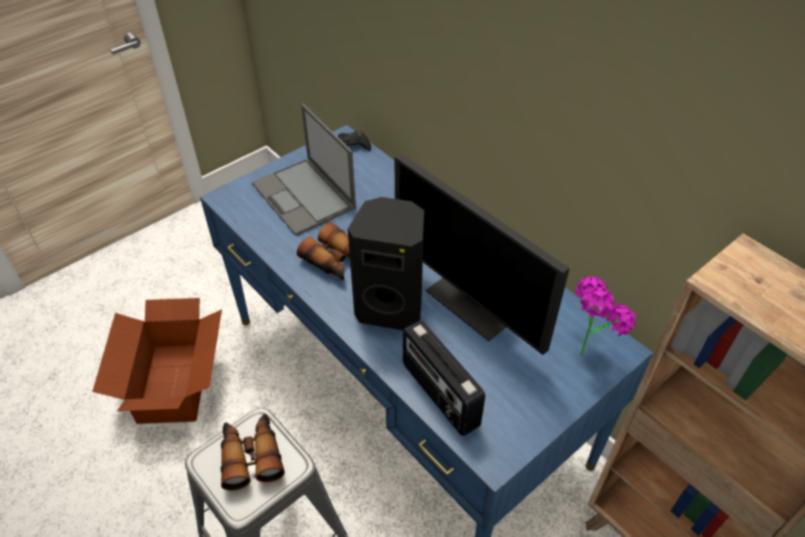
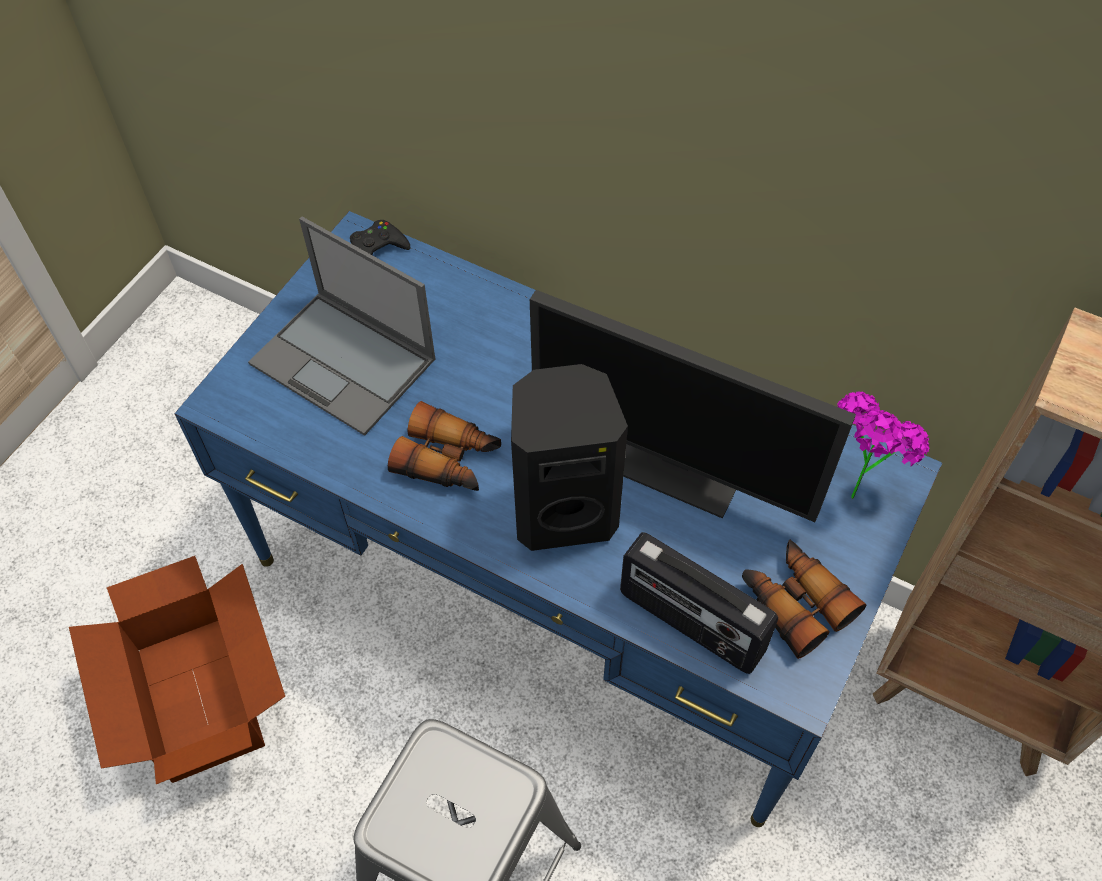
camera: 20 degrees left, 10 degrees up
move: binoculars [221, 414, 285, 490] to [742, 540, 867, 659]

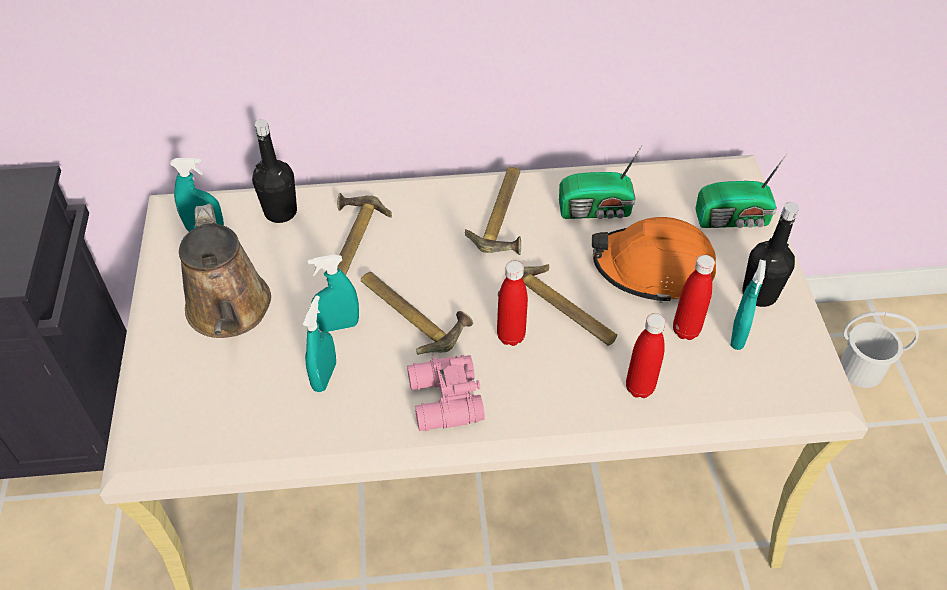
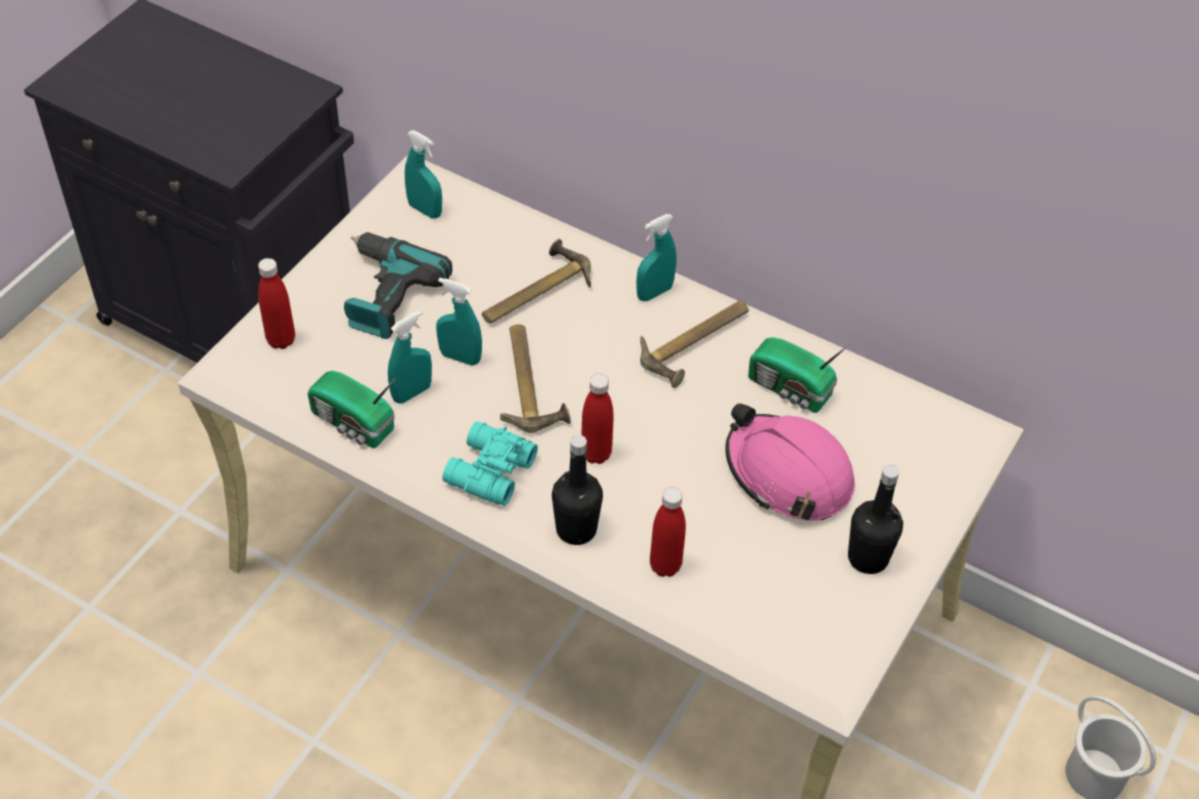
camera: 35 degrees right, 0 degrees up
delete: hammer [498, 264, 618, 346]
move: bottle (black) [252, 119, 297, 223] to [552, 435, 603, 545]; bottle (red) [673, 255, 715, 340] to [258, 258, 295, 349]; radio [695, 154, 787, 228] to [308, 371, 396, 448]; spray bottle (turquoise) [730, 260, 766, 350] to [636, 214, 676, 301]
replace: watering can (brown) [179, 203, 271, 338] to power drill [344, 232, 452, 339]
recolor: binoculars (pink) [407, 355, 485, 431] to binoculars (turquoise) [442, 421, 538, 506]; hard hat (orange) [592, 217, 716, 303] to hard hat (pink) [725, 403, 855, 521]

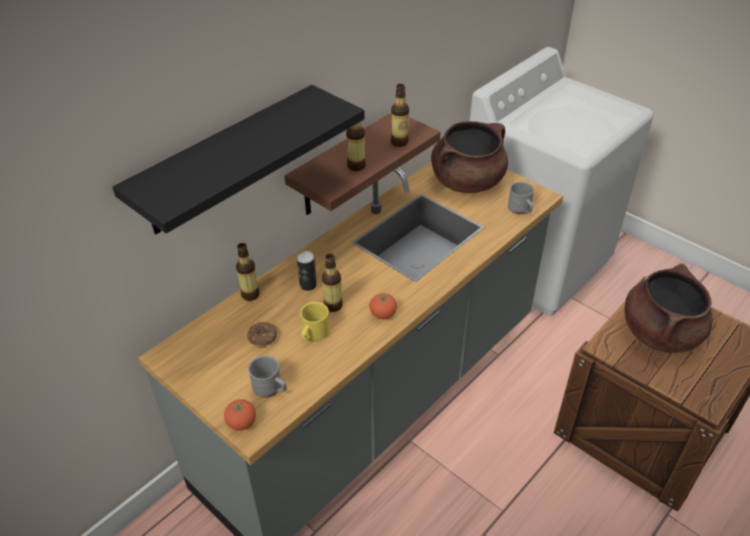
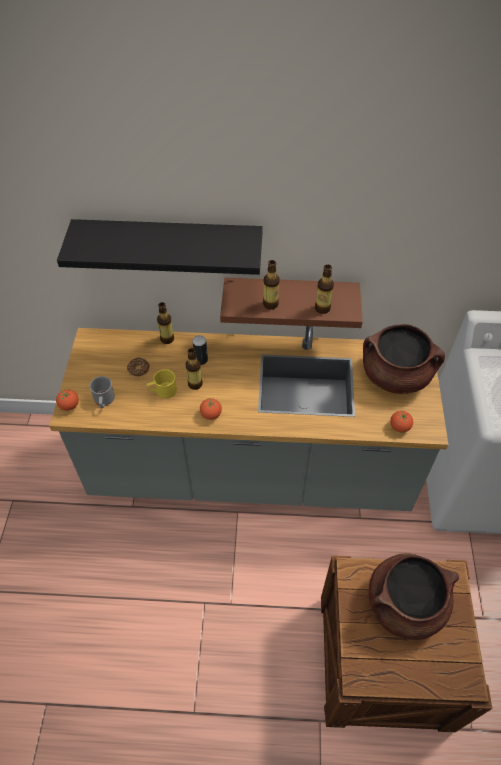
camera: 50 degrees right, 10 degrees up
replace: mug (grey) [508, 182, 534, 214] to tomato [390, 411, 413, 433]

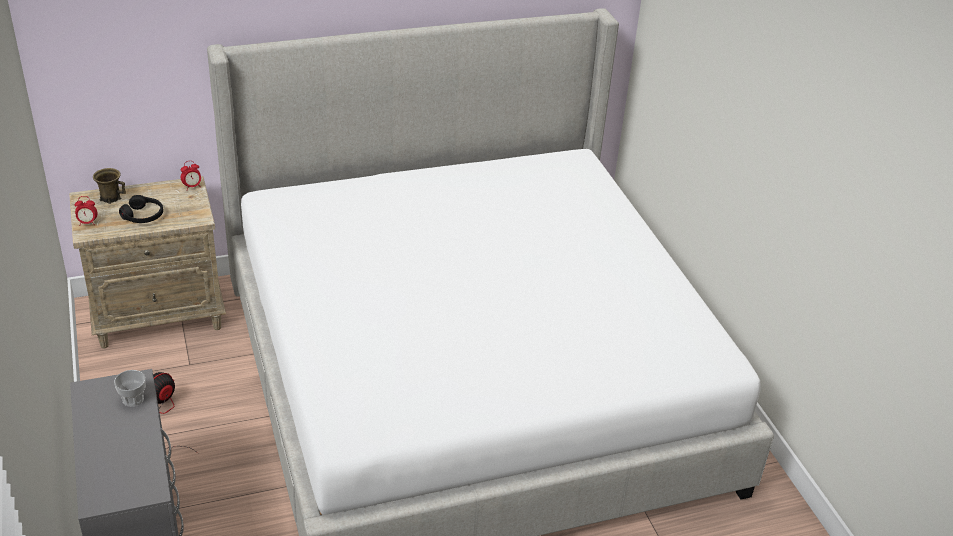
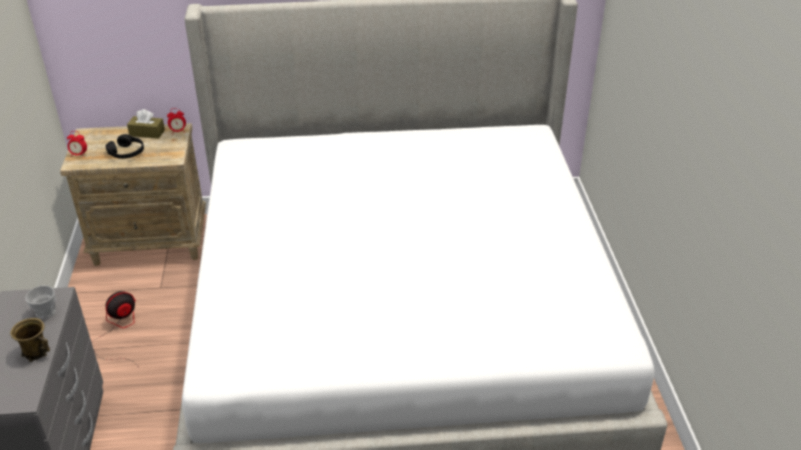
camera: 15 degrees right, 0 degrees up
insert: tissue box (brown) [127, 109, 165, 139]
move: mug (brown) [93, 168, 126, 204] to [10, 318, 50, 362]

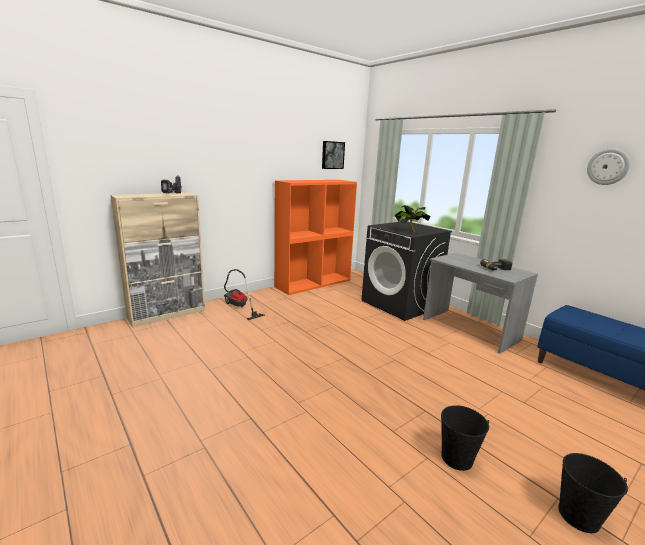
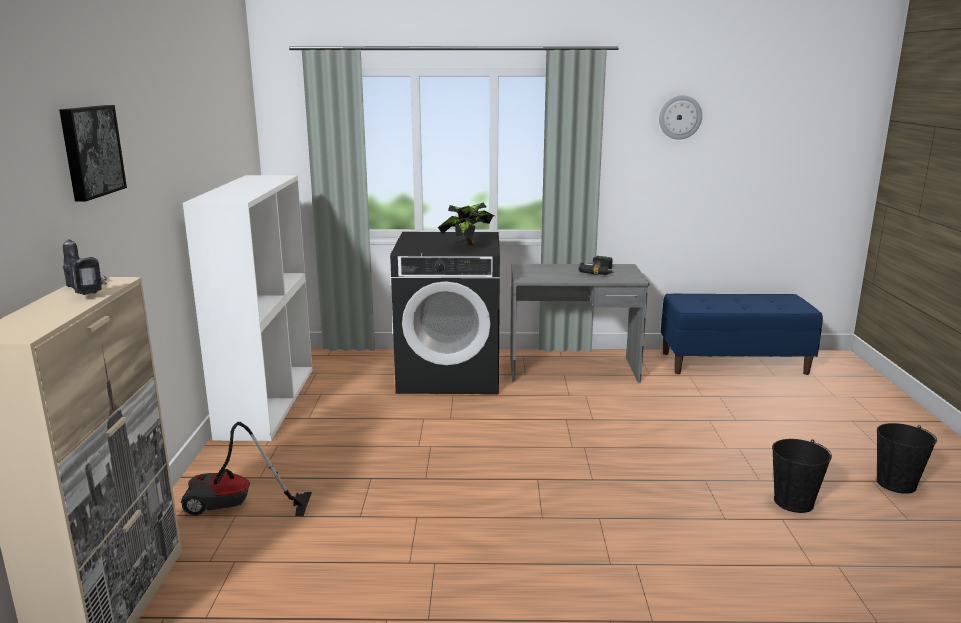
camera: 50 degrees left, 0 degrees up
move: picture [322, 141, 345, 169] to [59, 105, 127, 202]
recolor: bookcase (orange) [274, 180, 357, 295] to bookcase (white) [183, 175, 312, 441]

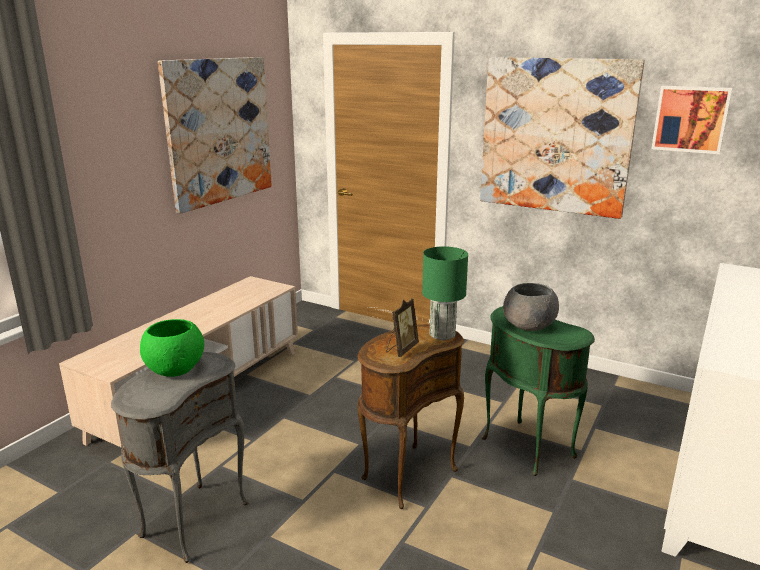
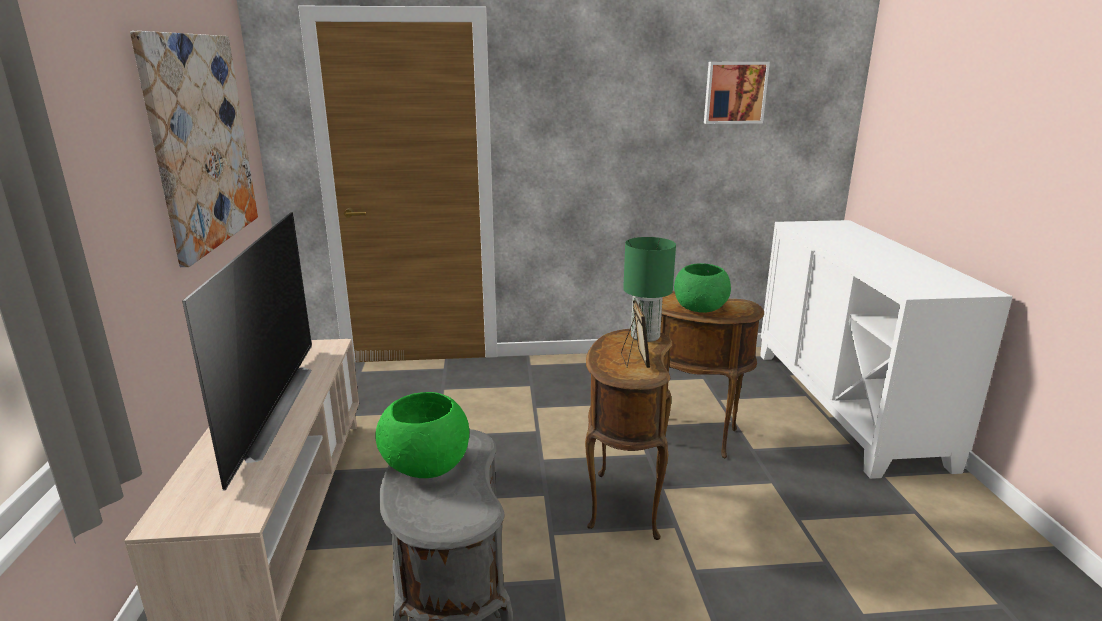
camera: 35 degrees left, 0 degrees up
delete: picture [480, 57, 645, 219]
insert: television [182, 212, 312, 491]
recolor: side table (green) [482, 306, 595, 476] to side table (brown) [660, 291, 764, 458]; bowl (grey) [503, 283, 559, 331] to bowl (green) [674, 263, 731, 313]

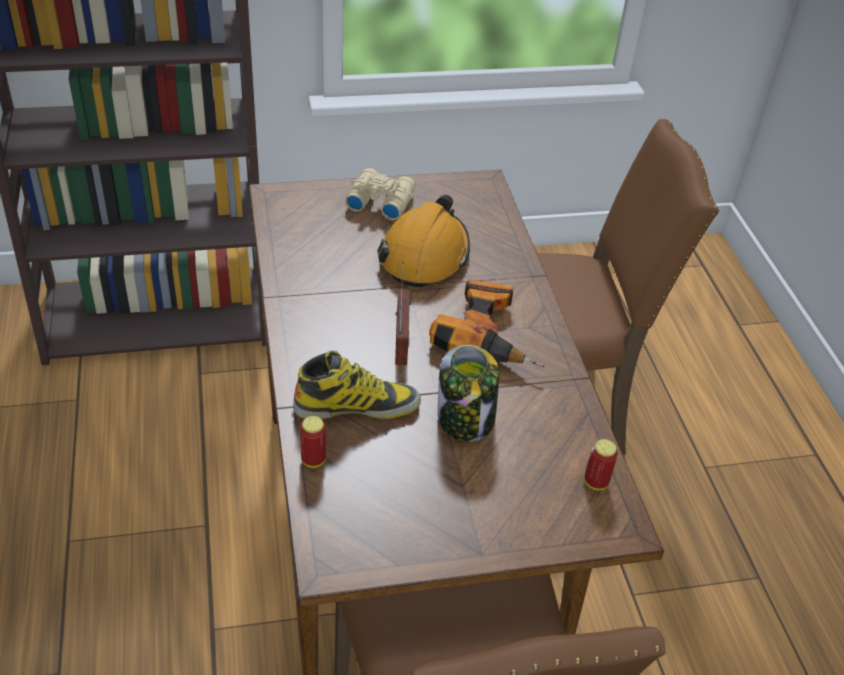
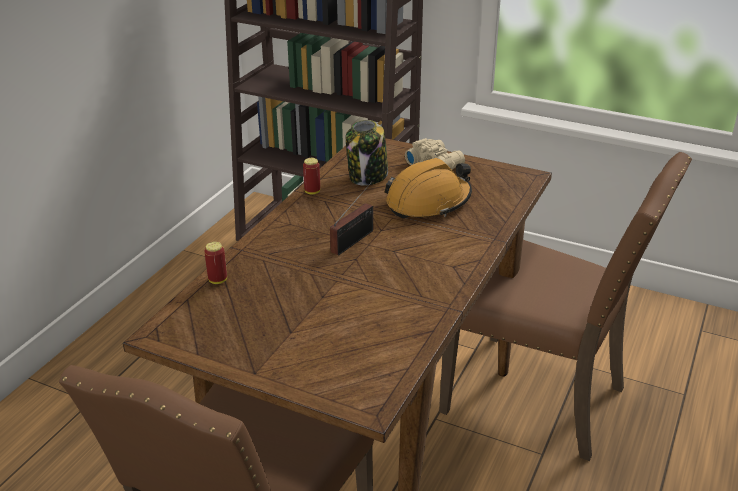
camera: 40 degrees right, 10 degrees down
delete: boot [293, 351, 421, 419]; power drill [429, 280, 545, 367]
move: jar [438, 345, 499, 442] to [346, 120, 388, 186]; can [584, 439, 618, 490] to [303, 158, 320, 194]

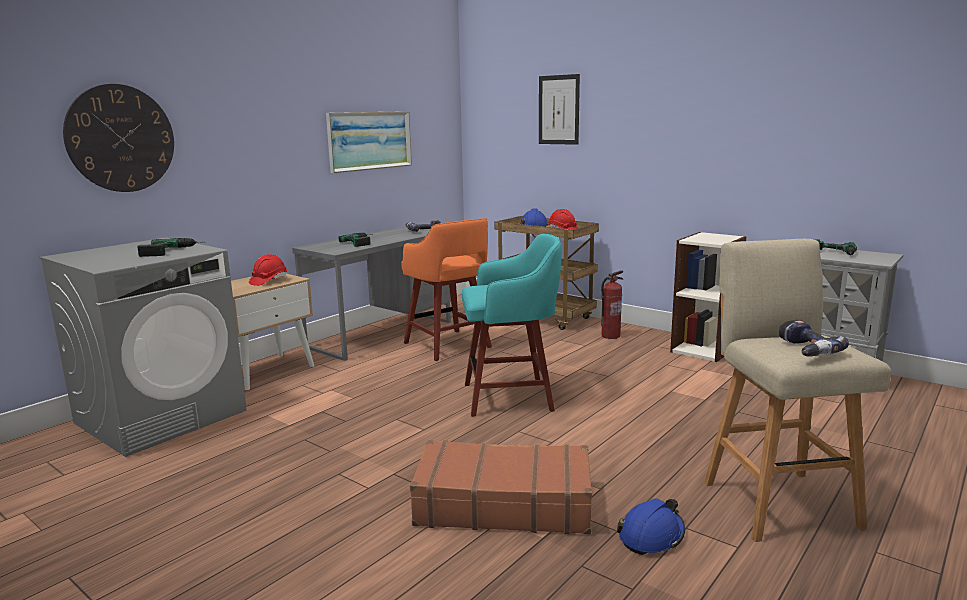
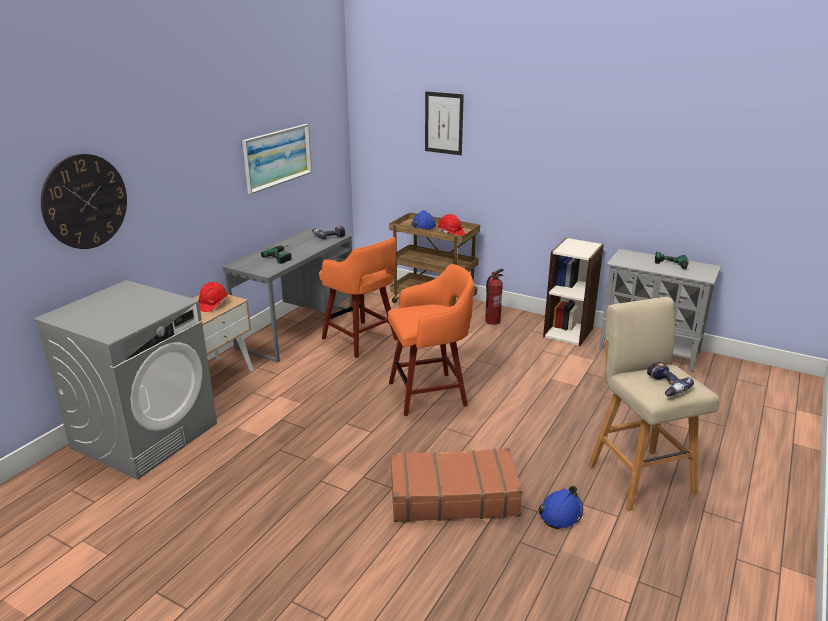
camera: 10 degrees left, 10 degrees up
delete: power drill [137, 238, 201, 257]
recolor: stool (turquoise) [462, 234, 562, 417] to stool (orange) [388, 264, 474, 416]

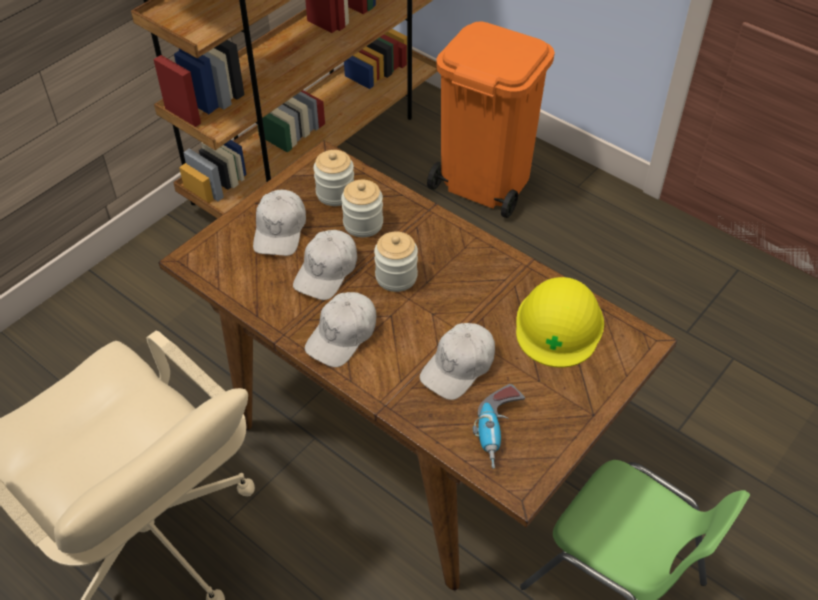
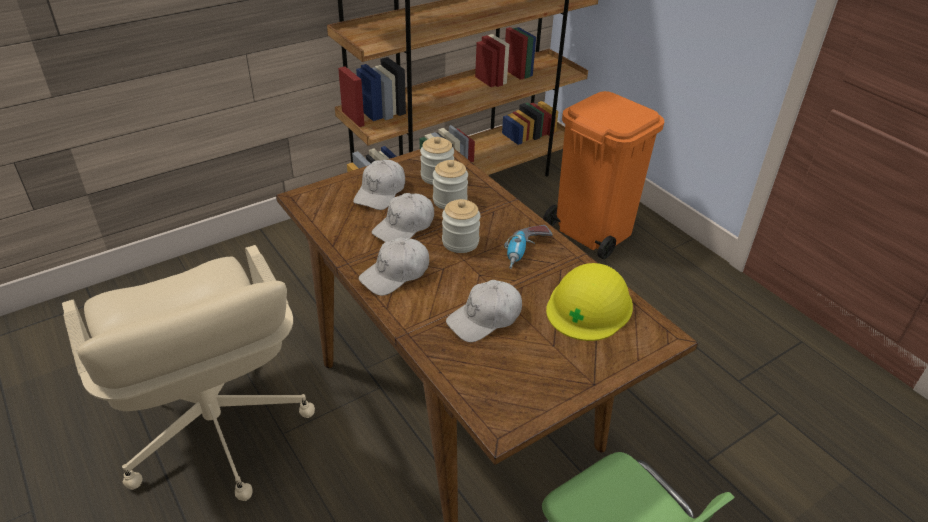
camera: 15 degrees right, 10 degrees down
move: power drill [473, 384, 525, 469] to [504, 225, 553, 269]

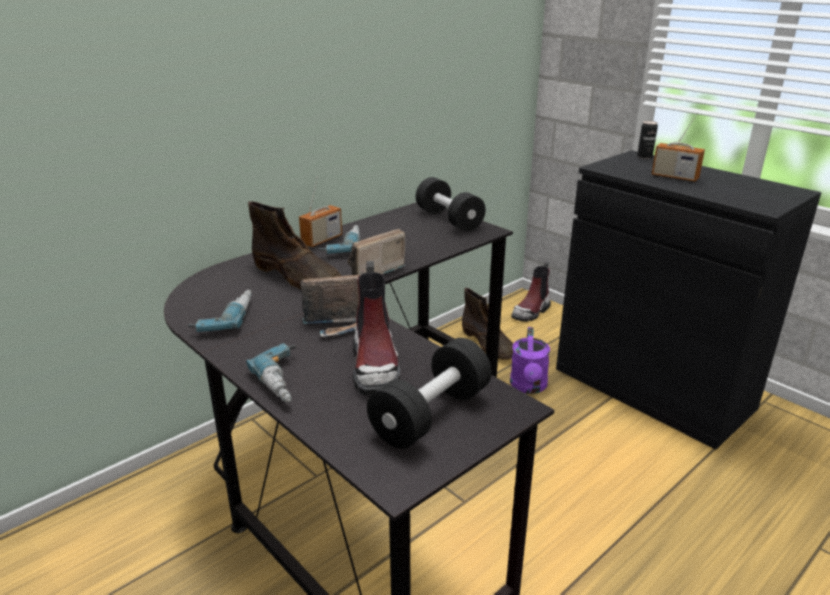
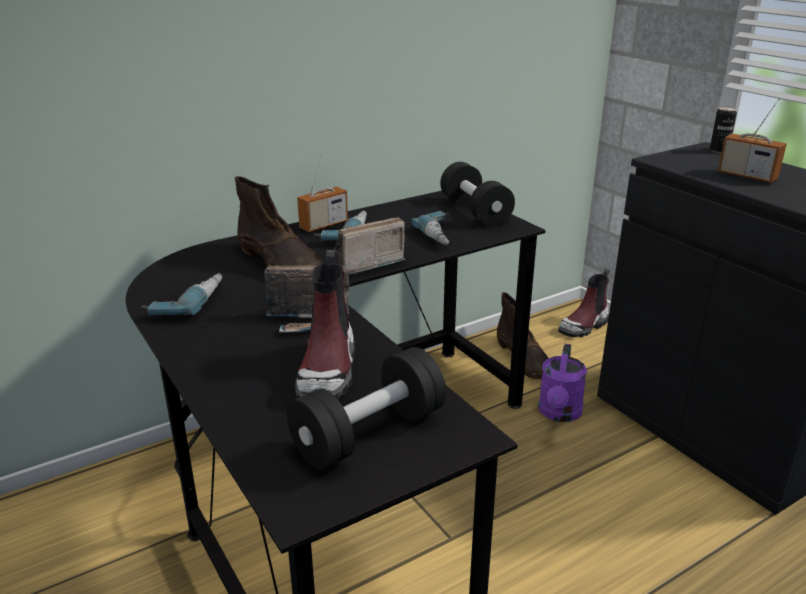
camera: 10 degrees right, 0 degrees up
move: power drill [246, 343, 296, 403] to [412, 211, 449, 245]

